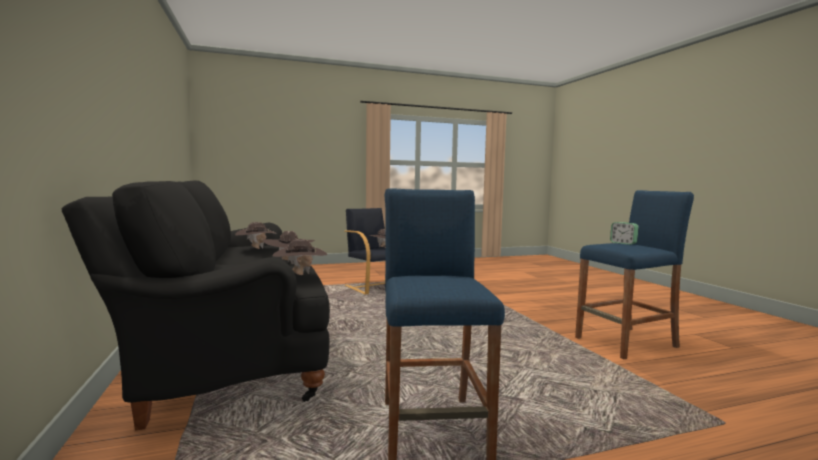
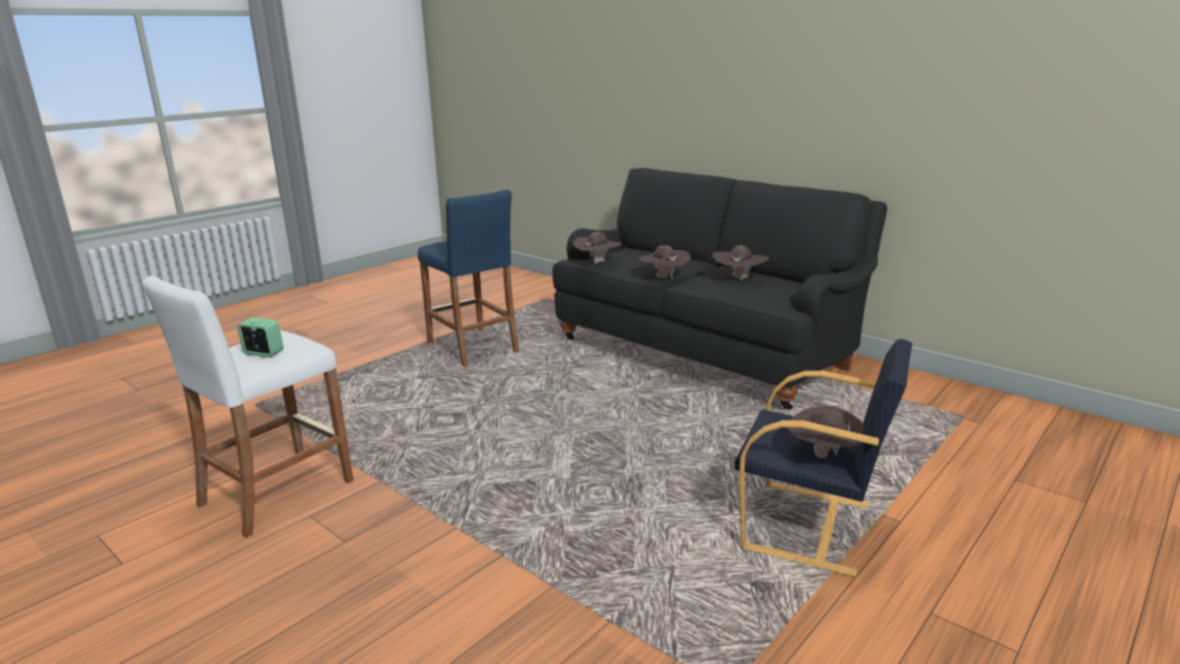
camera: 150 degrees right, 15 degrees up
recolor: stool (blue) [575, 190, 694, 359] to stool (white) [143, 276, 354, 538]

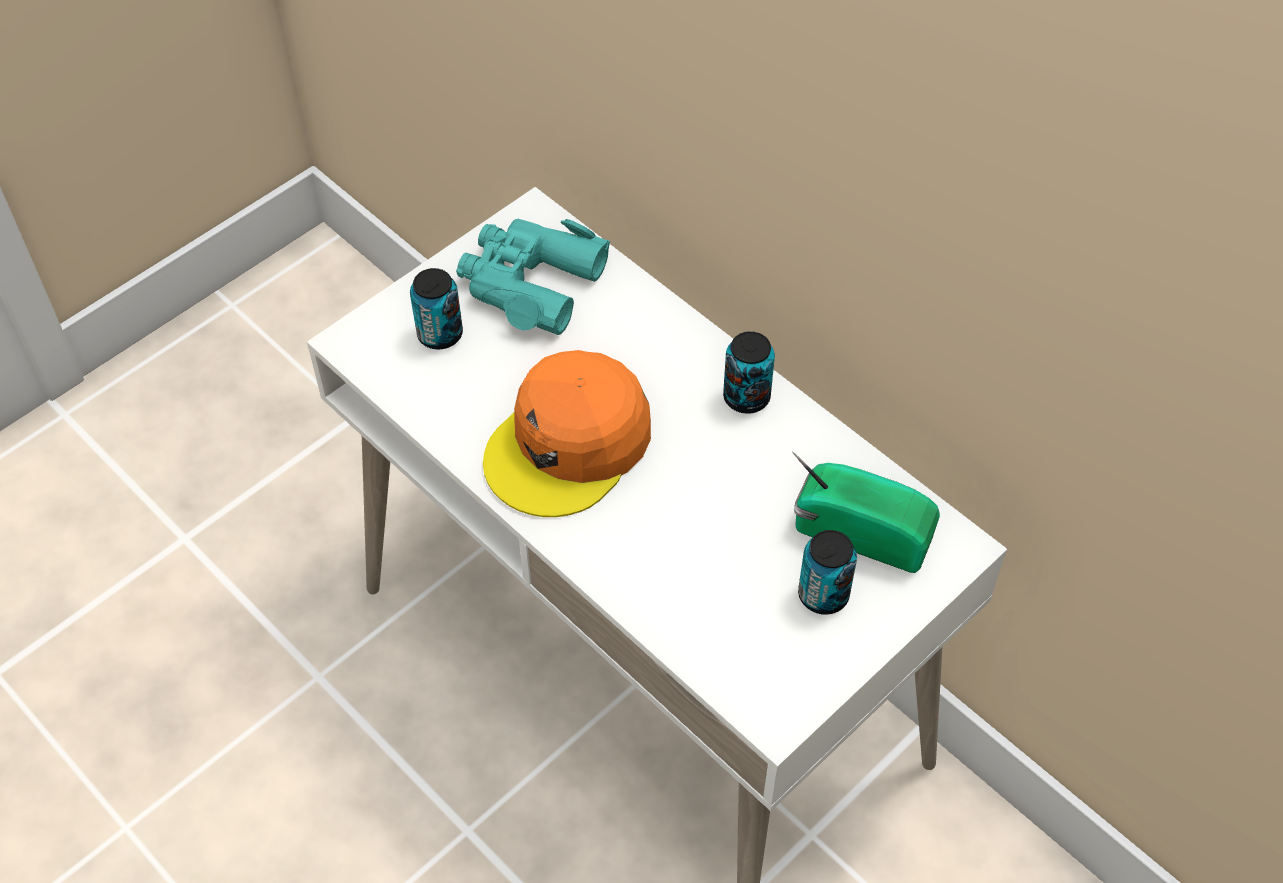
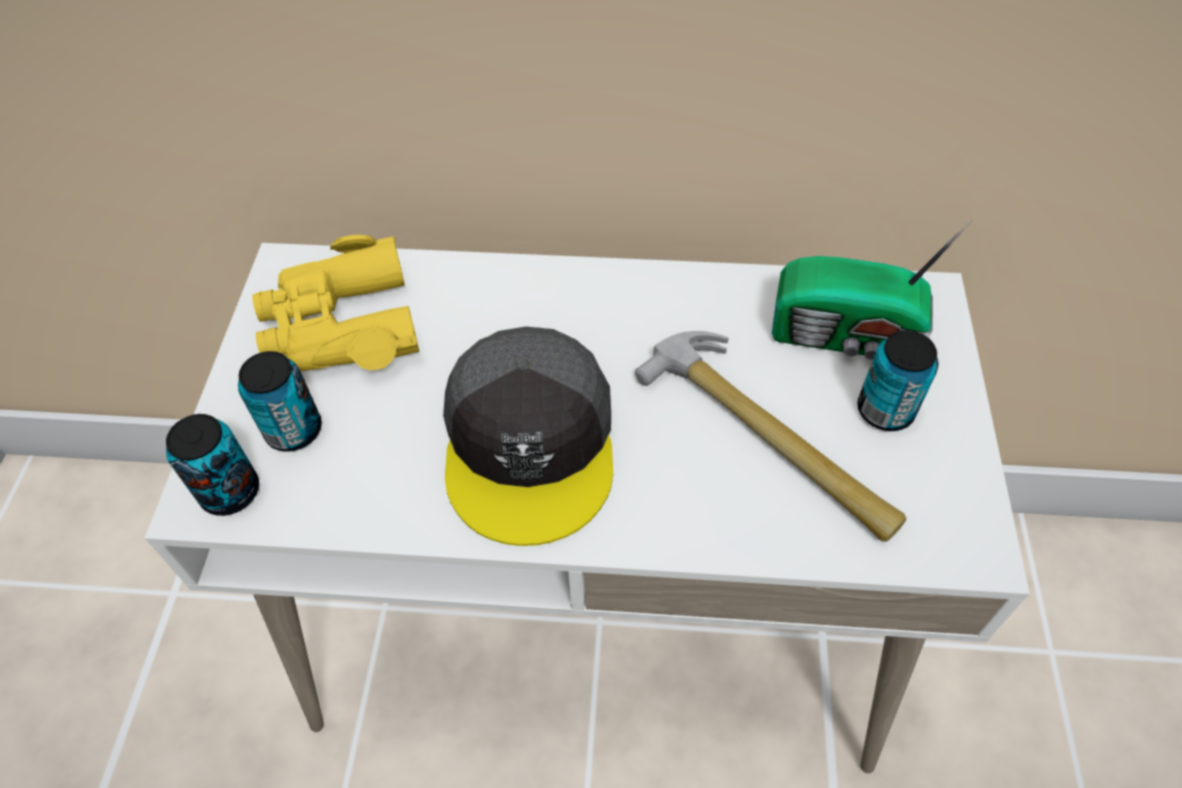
camera: 40 degrees left, 0 degrees up
insert: hammer [635, 331, 906, 542]
move: can [723, 331, 775, 414] to [166, 414, 259, 516]
recolor: binoculars (turquoise) [456, 219, 610, 335] to binoculars (yellow) [252, 235, 419, 371]; cap (orange) [483, 350, 651, 517] to cap (grey) [443, 326, 613, 546]
rotate: radio [792, 452, 940, 573] = [772, 220, 972, 360] 150 degrees counterclockwise

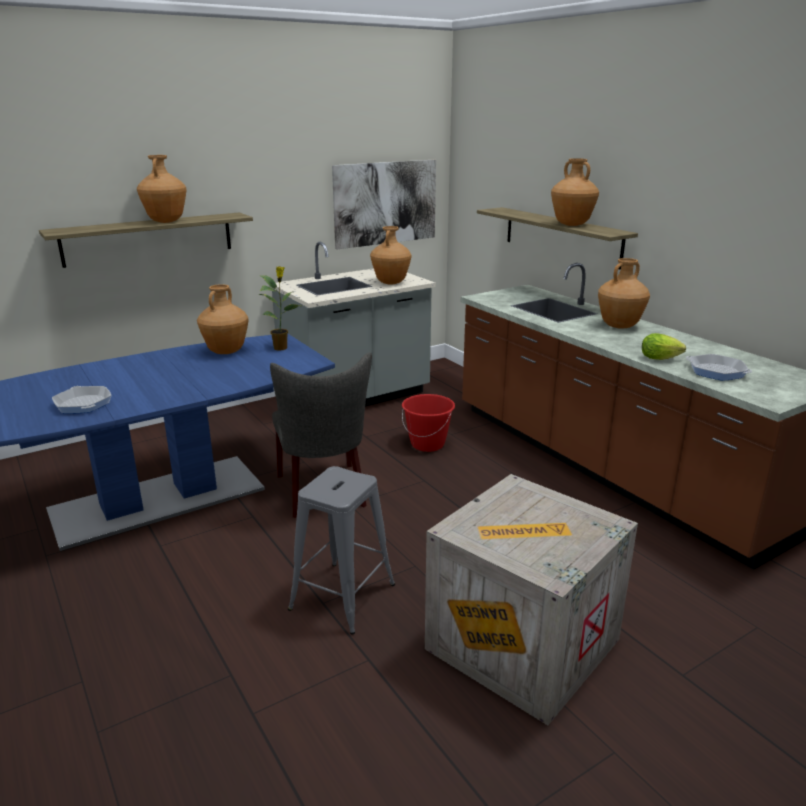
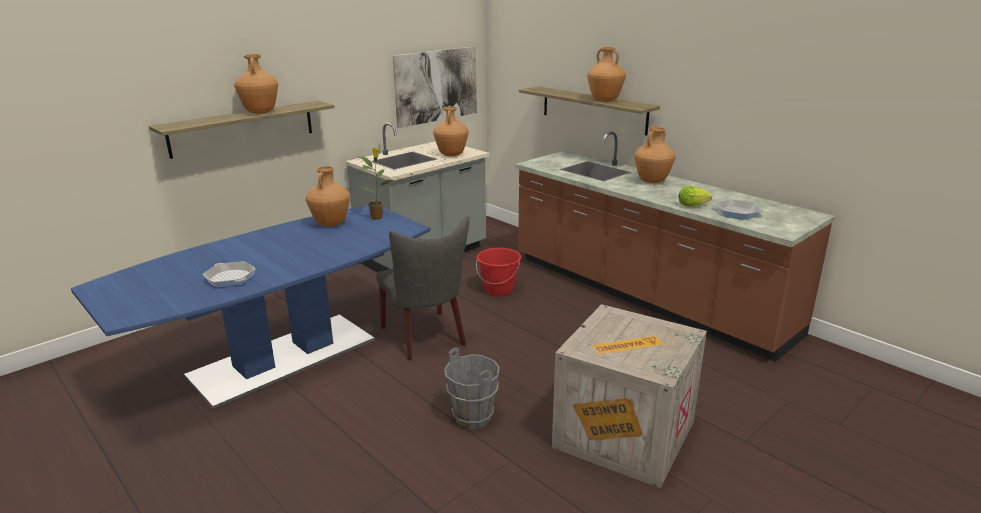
camera: 10 degrees left, 0 degrees up
replace: stool (grey) [288, 466, 395, 635] to bucket (grey) [444, 347, 500, 429]

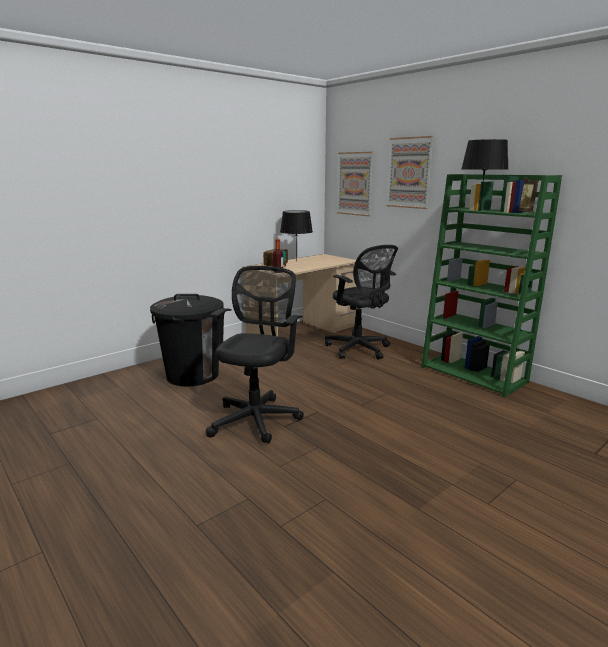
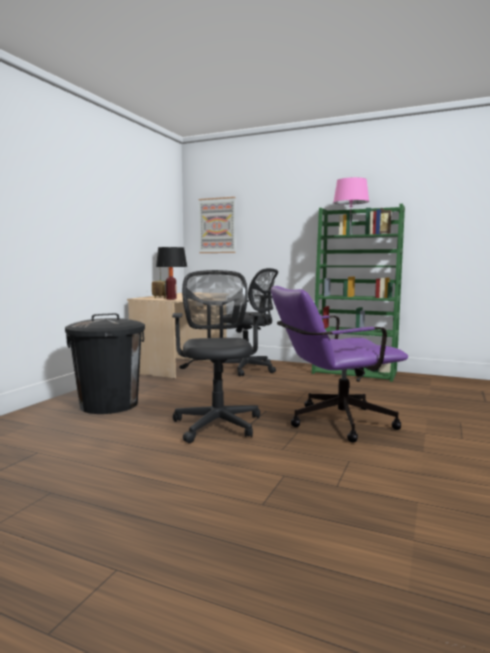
camera: 25 degrees left, 10 degrees down
delete: picture [386, 136, 434, 209]
insert: office chair (purple) [271, 286, 408, 443]
recolor: table lamp (black) [462, 139, 508, 208] to table lamp (pink) [333, 177, 369, 228]

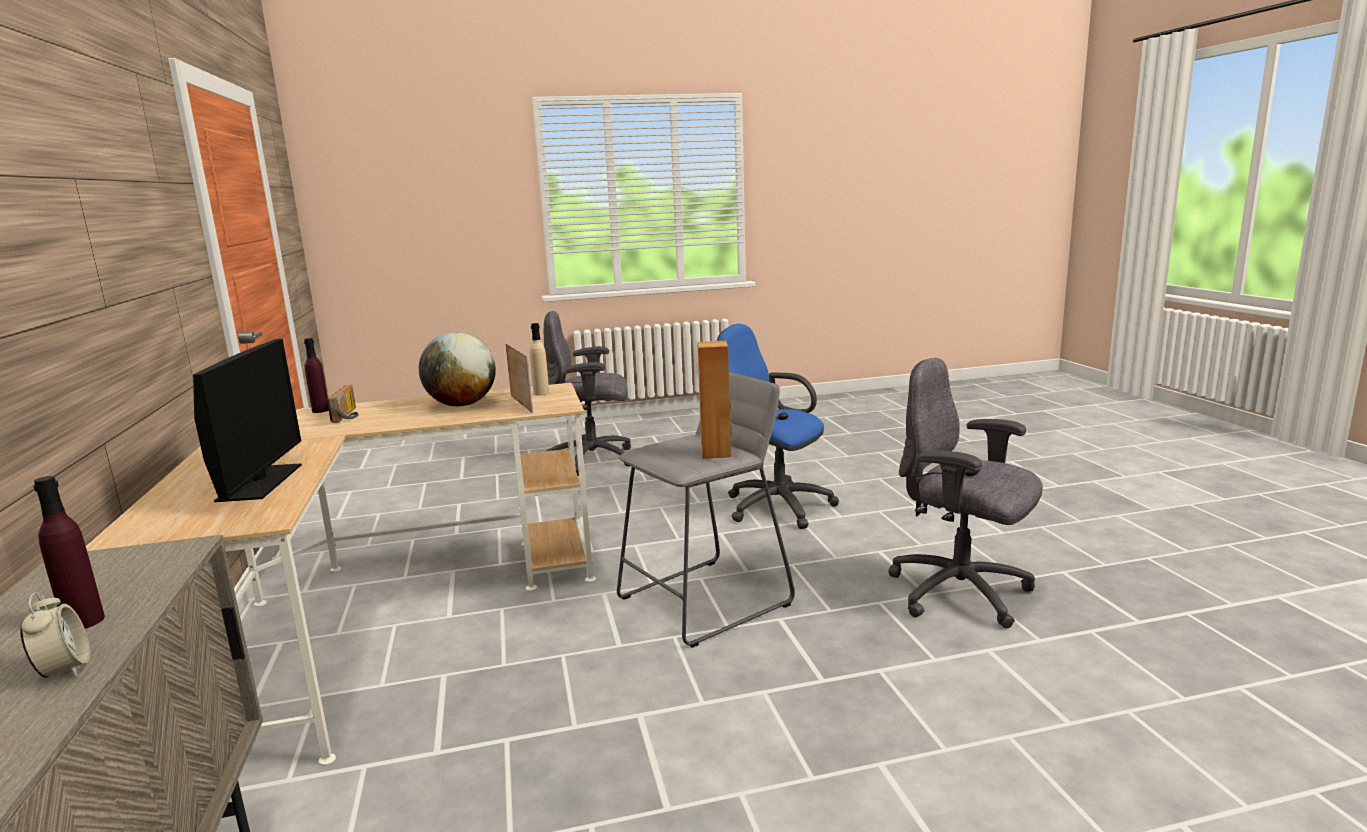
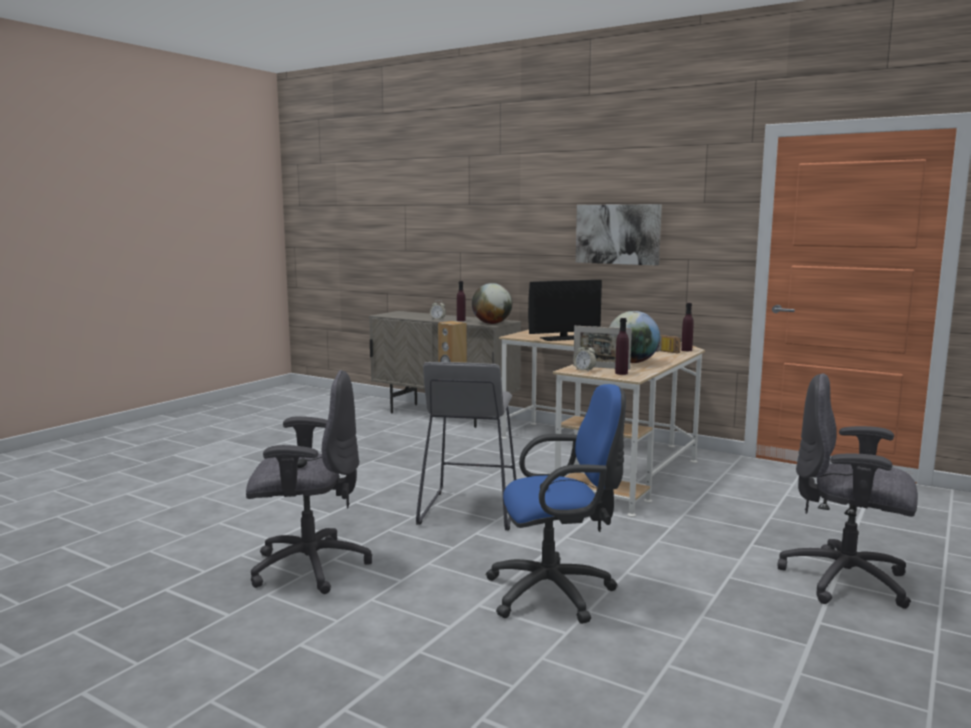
camera: 135 degrees right, 5 degrees down
insert: globe [472, 283, 512, 324]; alarm clock [573, 343, 596, 371]; picture [576, 204, 662, 266]
recolor: bottle (beige) [530, 323, 549, 396] to bottle (purple) [615, 318, 629, 375]
rotate: monitor [193, 339, 302, 502] = [528, 280, 602, 341] 60 degrees counterclockwise; office chair (grey) [544, 311, 631, 476] = [777, 373, 918, 609] 105 degrees counterclockwise

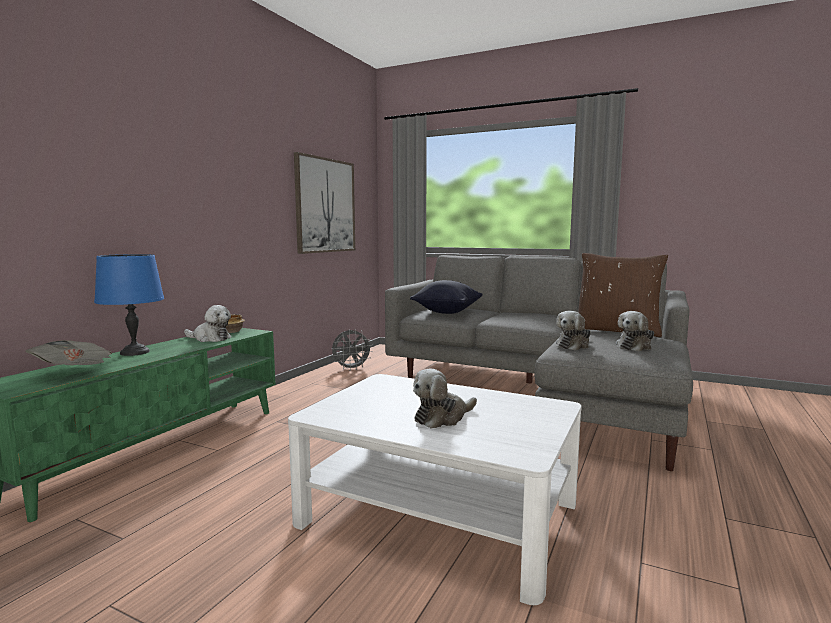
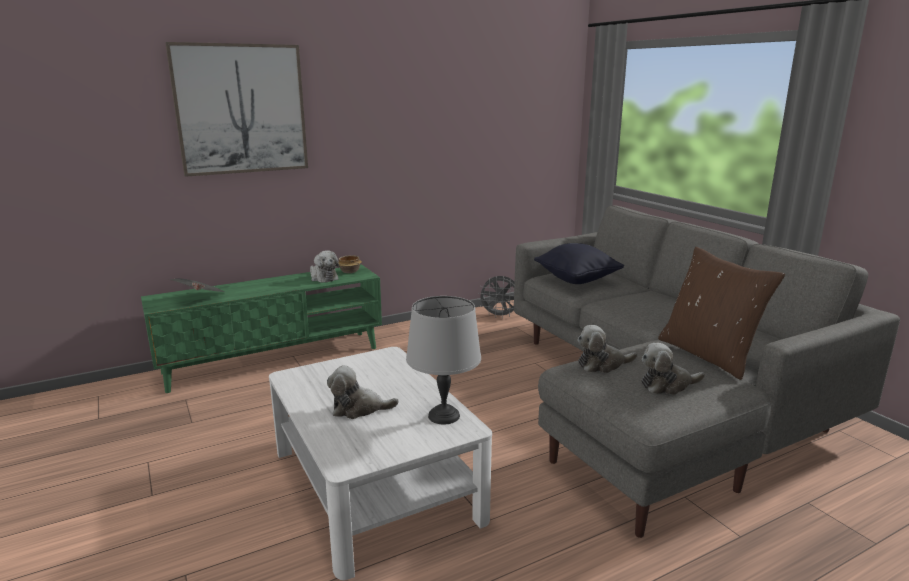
camera: 35 degrees right, 10 degrees up
delete: table lamp (blue) [94, 254, 164, 356]
insert: table lamp (grey) [406, 296, 481, 425]
move: picture [294, 152, 355, 254] to [165, 42, 308, 177]

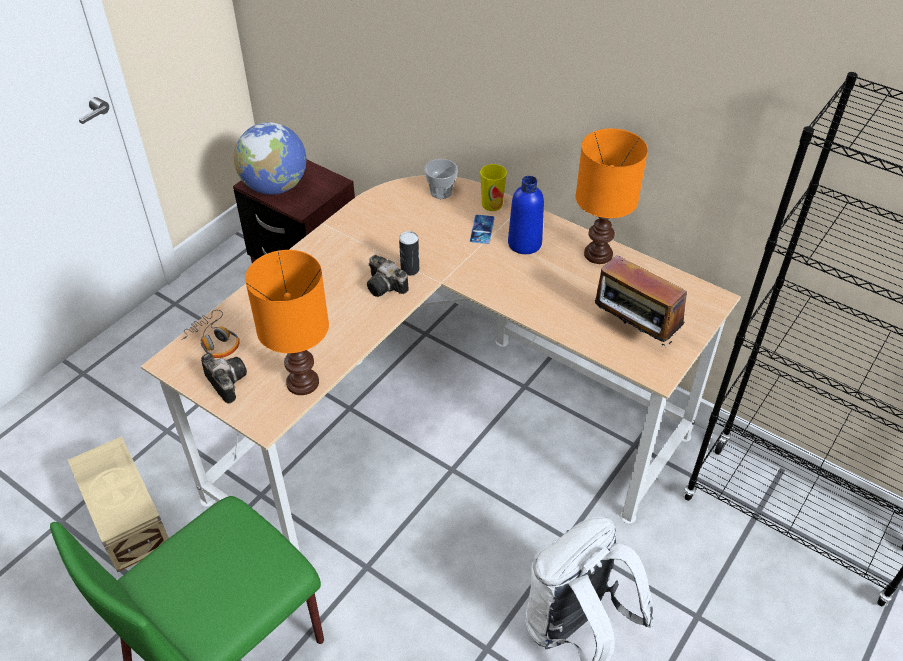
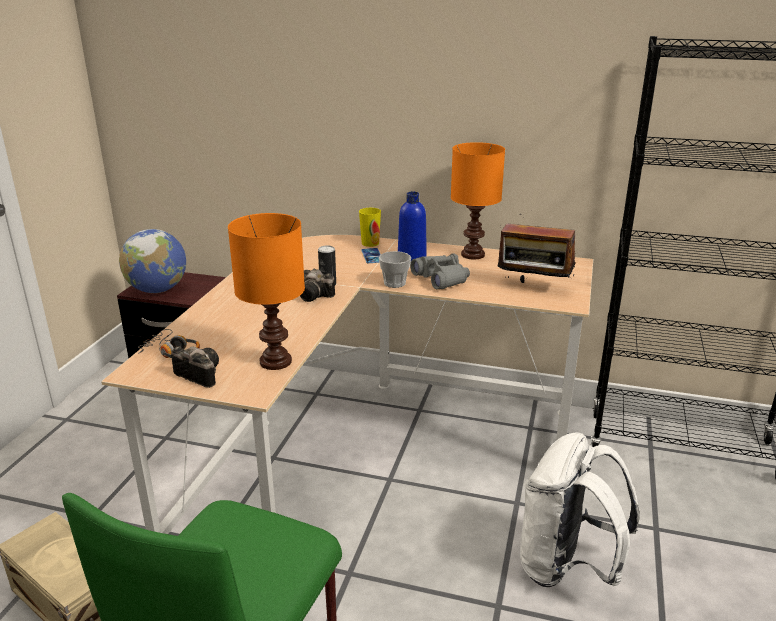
camera: 20 degrees left, 20 degrees down
insert: binoculars (grey) [410, 253, 470, 289]
move: cup [424, 159, 458, 199] to [379, 251, 411, 288]

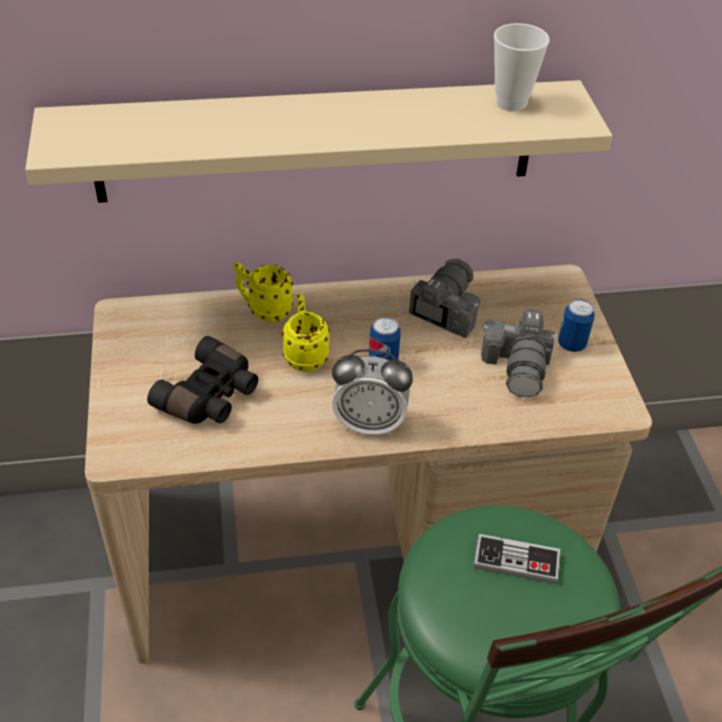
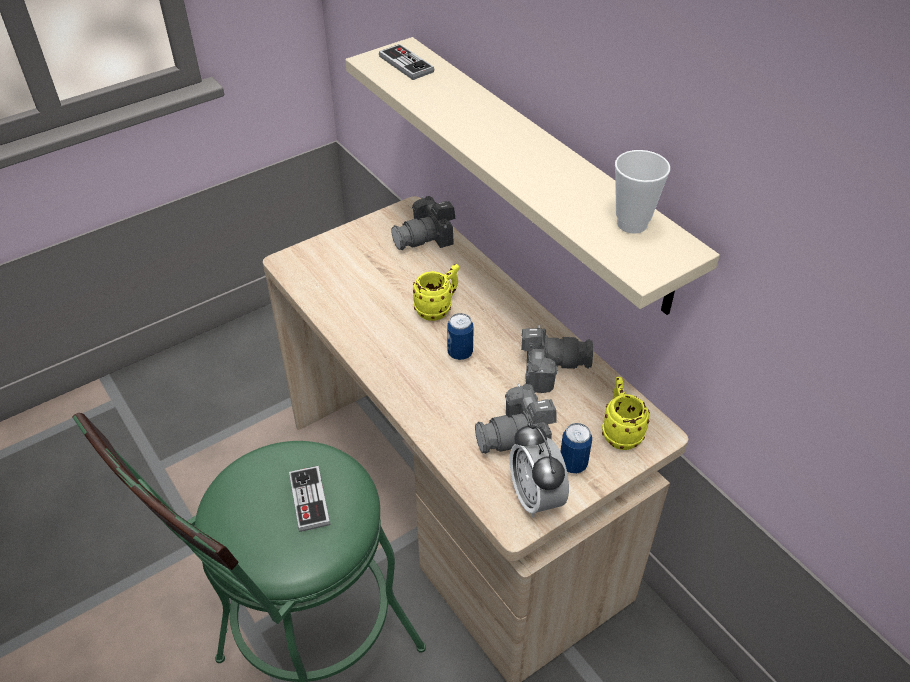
camera: 65 degrees right, 0 degrees up
delete: binoculars (black) [147, 336, 258, 424]
insert: game controller [379, 44, 434, 80]; photo camera [391, 196, 456, 250]
move: mug (yellow) [233, 262, 293, 322] to [602, 377, 650, 450]; alarm clock [332, 349, 413, 436] to [510, 423, 569, 518]

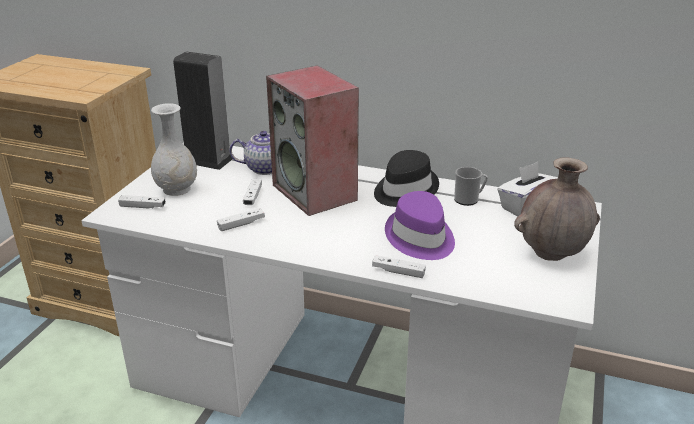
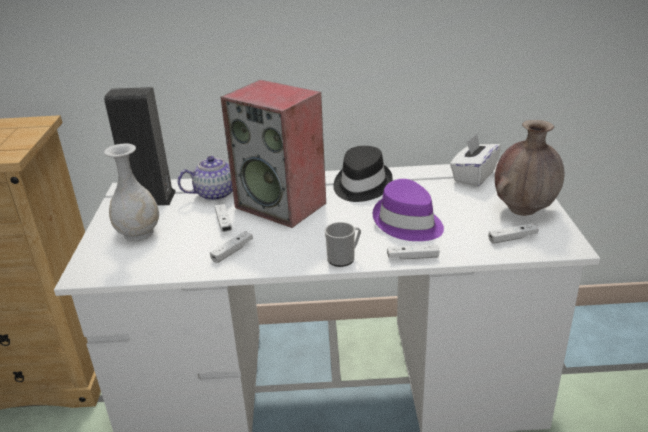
camera: 20 degrees left, 0 degrees up
move: game controller (white) [118, 195, 166, 209] to [488, 223, 538, 244]; mug [454, 167, 488, 206] to [325, 222, 361, 267]

